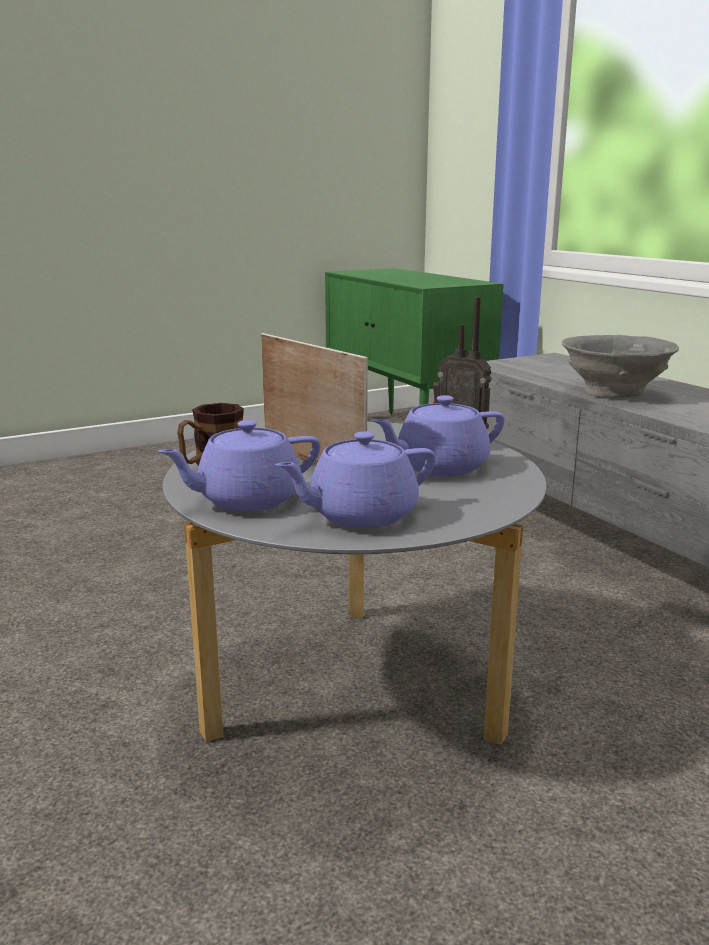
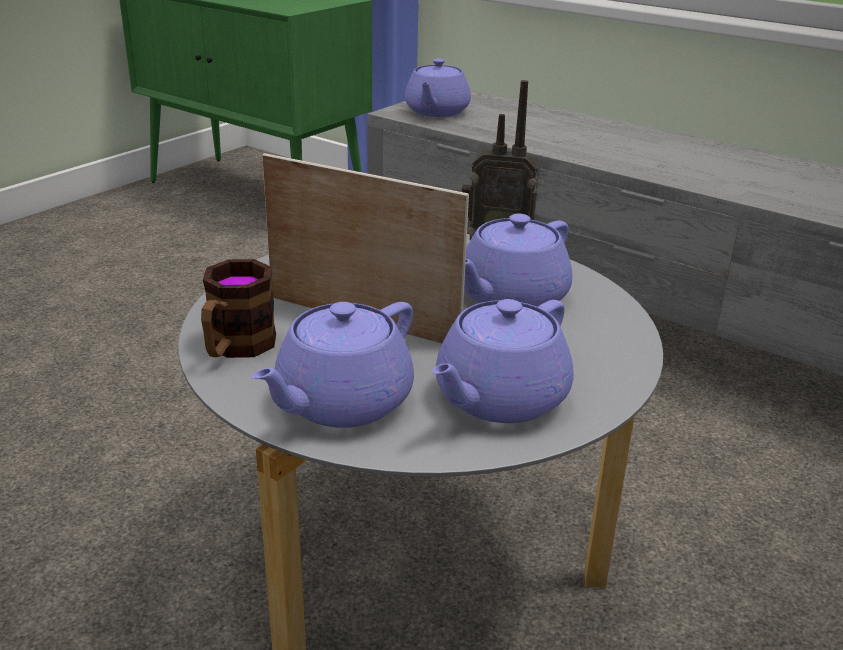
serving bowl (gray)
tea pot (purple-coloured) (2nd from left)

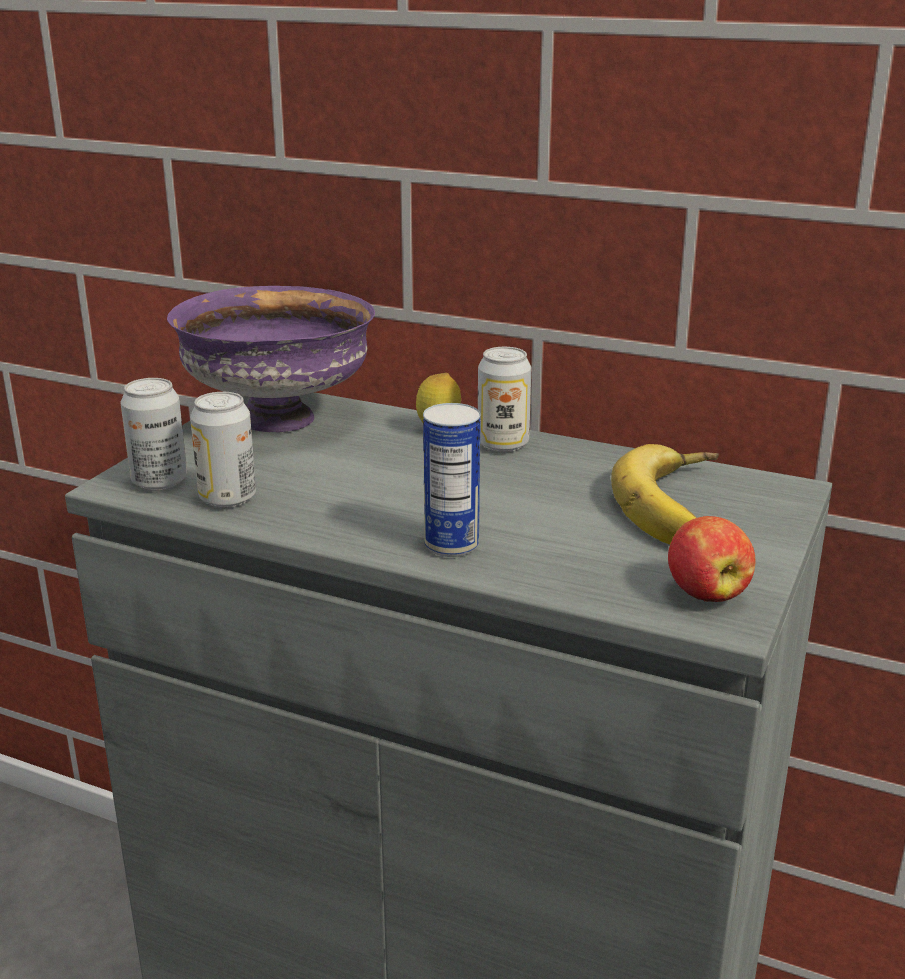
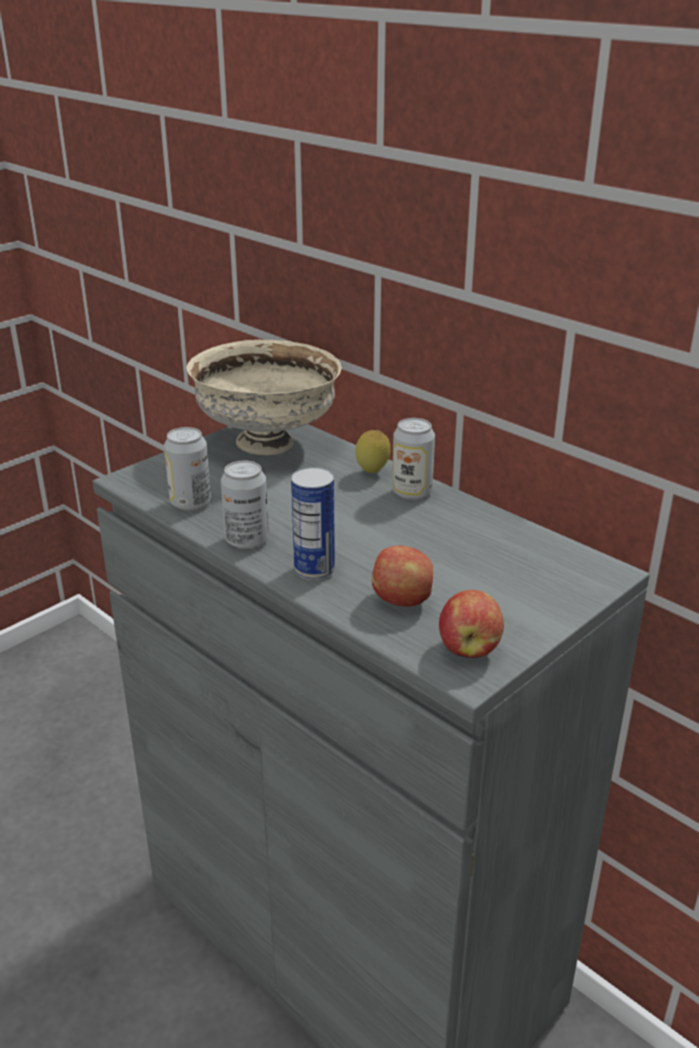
sealed can (2nd from left)
serving bowl (sand-coloured)
banana fruit
apple (1st from left)

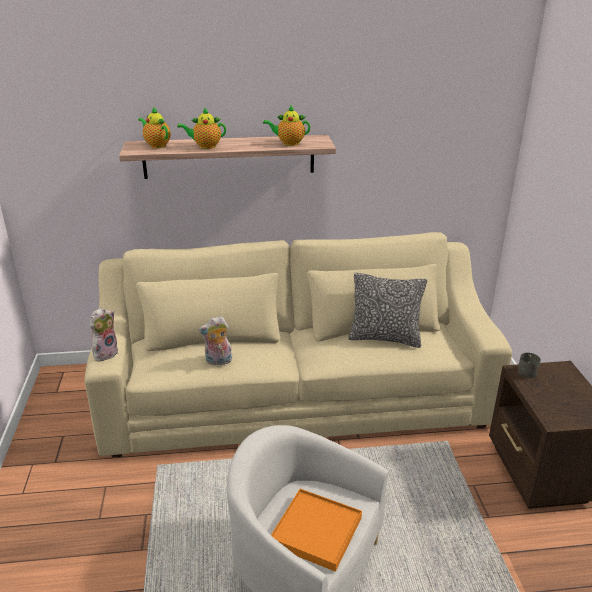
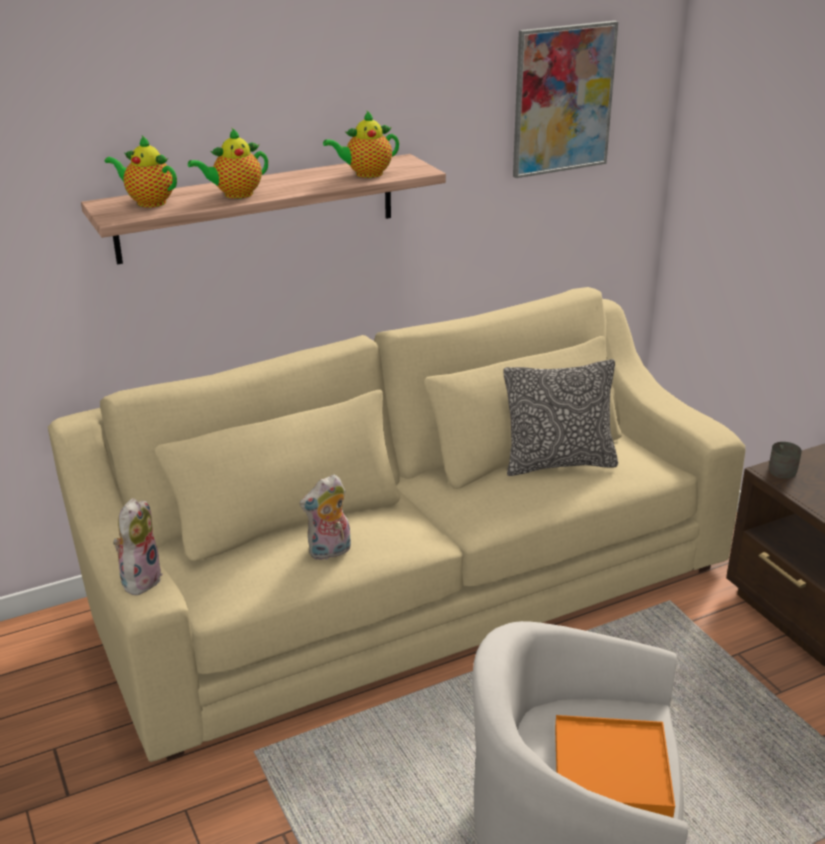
wall picture

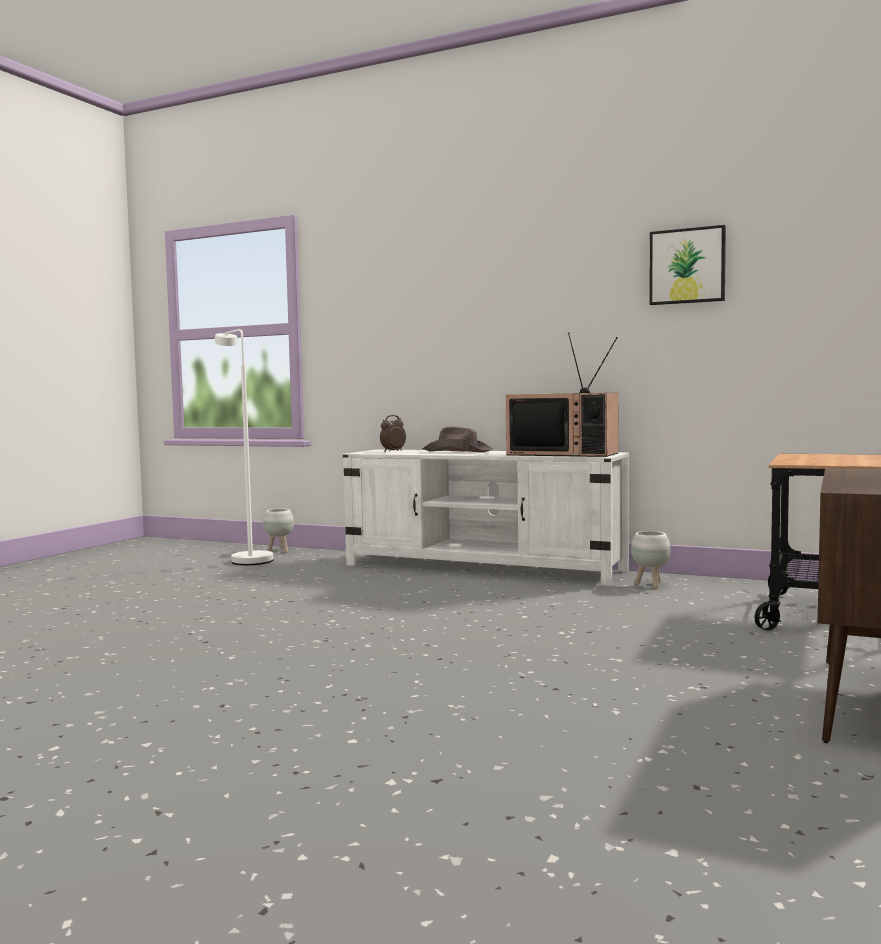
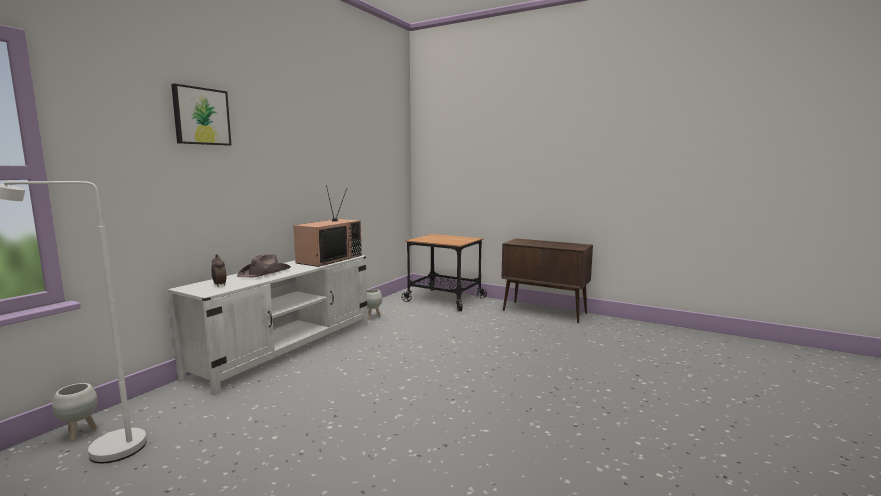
wall picture

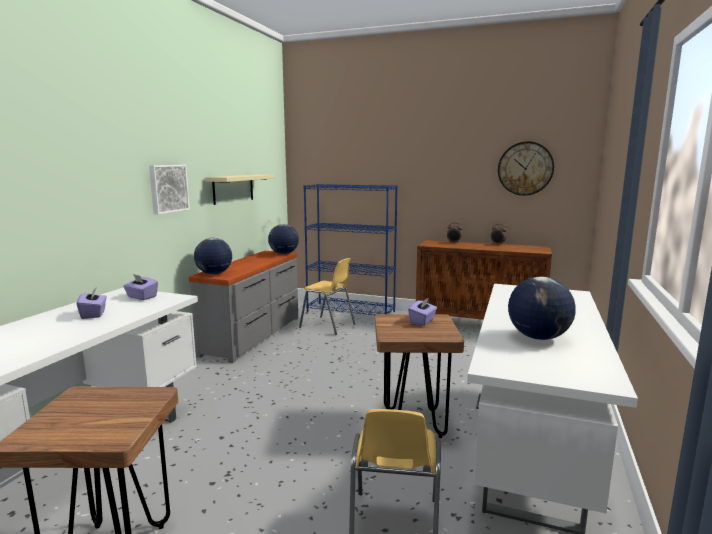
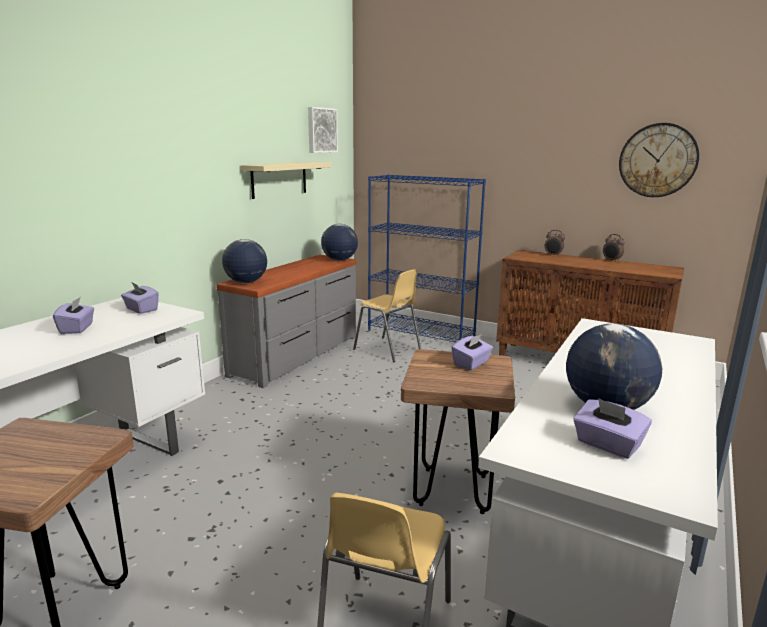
wall picture
tissue box (purple-coloured) (4th from left)

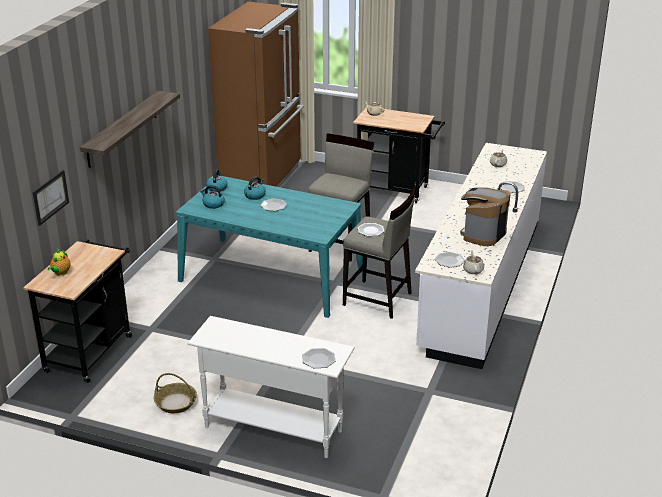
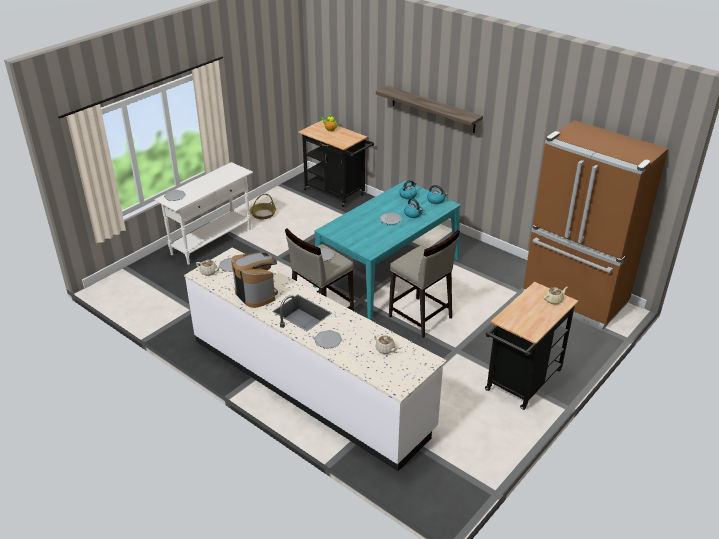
wall picture

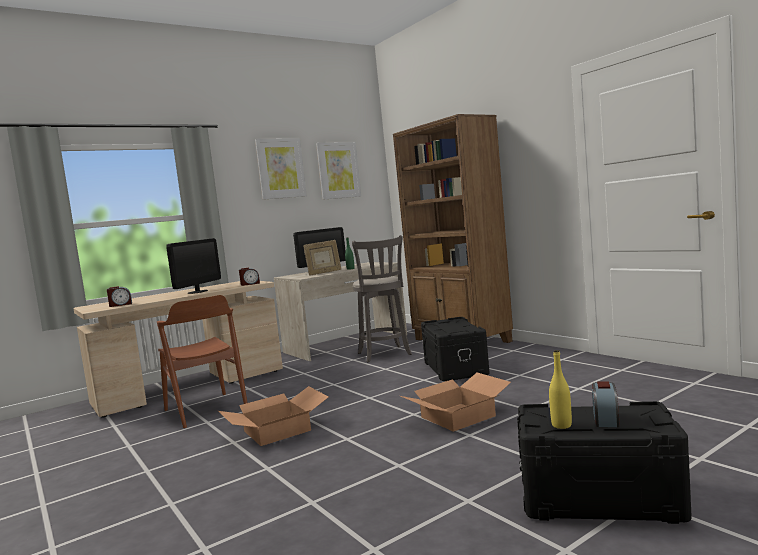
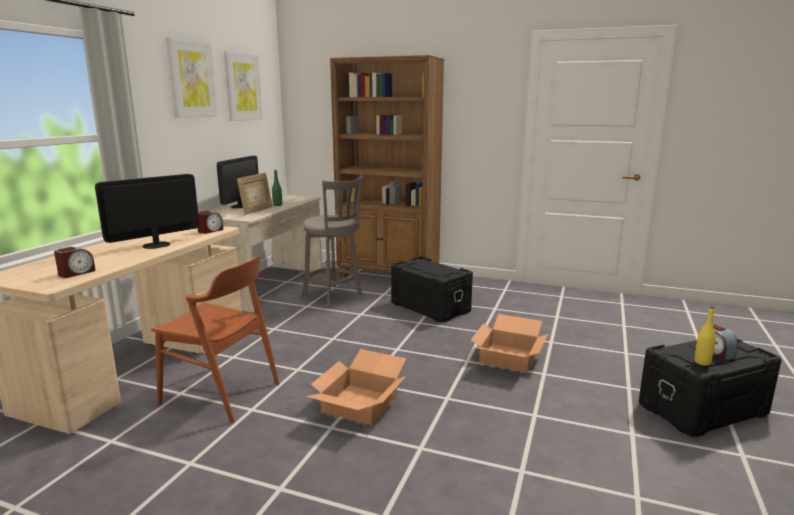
monitor (1st from left)

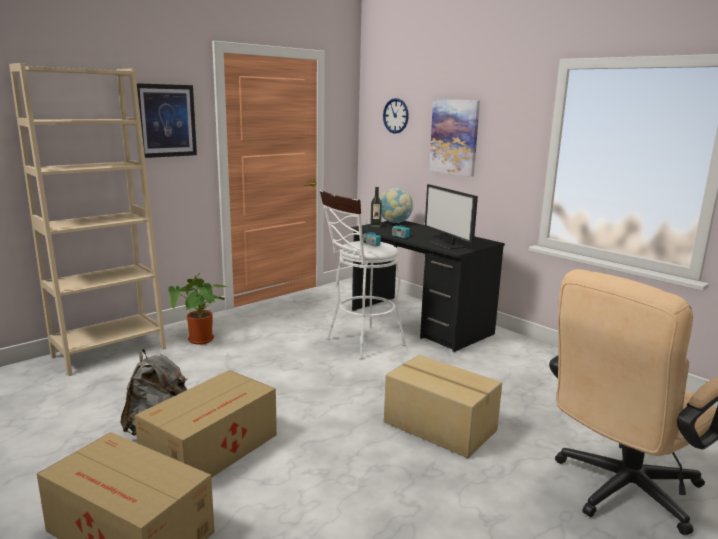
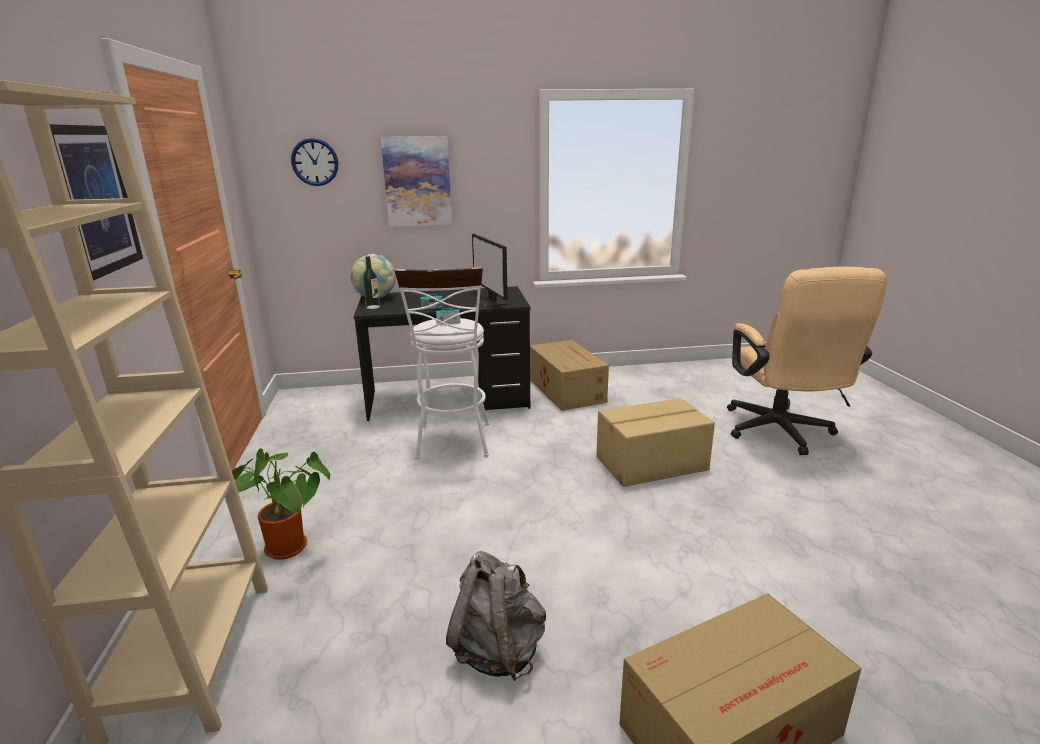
carton (1st from left)
monitor

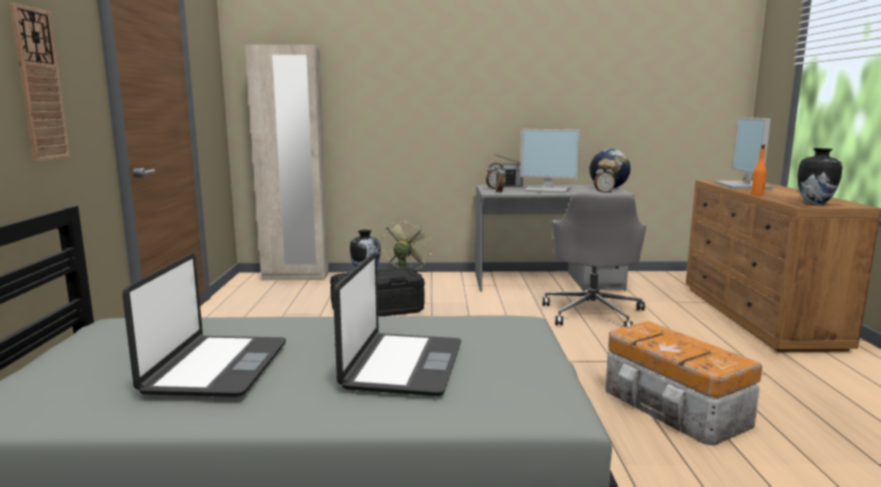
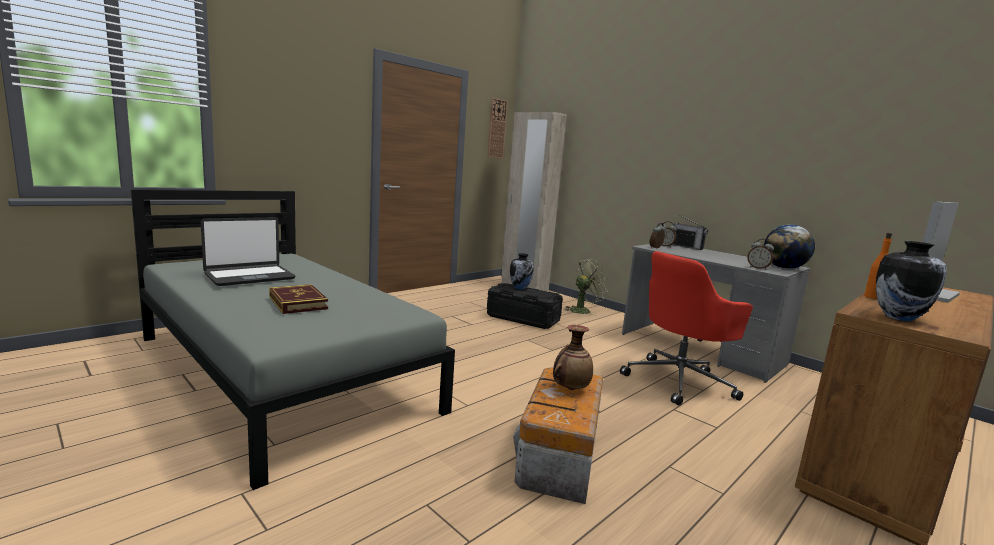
hanging clock
volume
monitor (1st from left in the first image)
desk chair (red-coloured)
decorative vase (2nd from left)

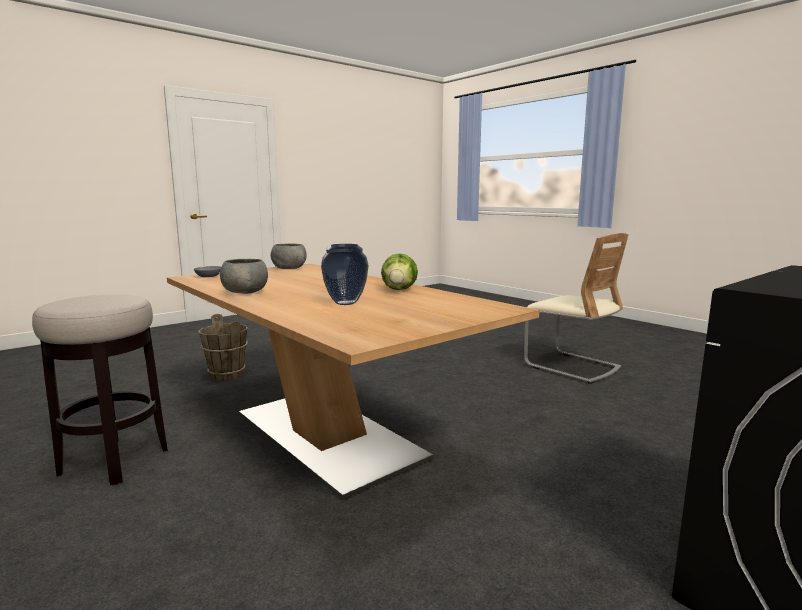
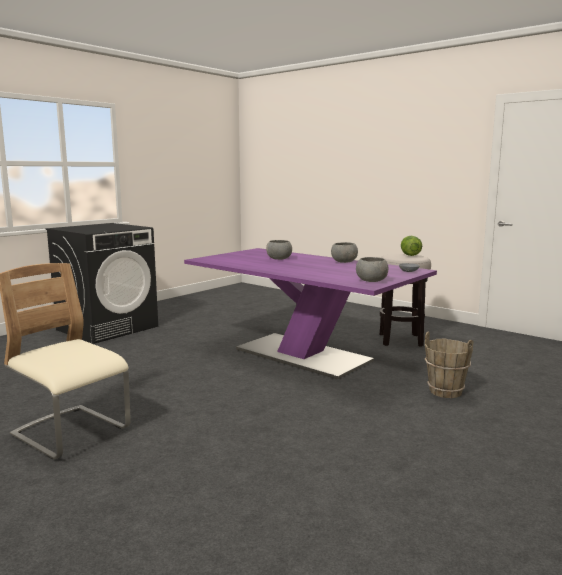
kitchen table (purple-coloured)
serving bowl (gray) (1st from left)
lettuce

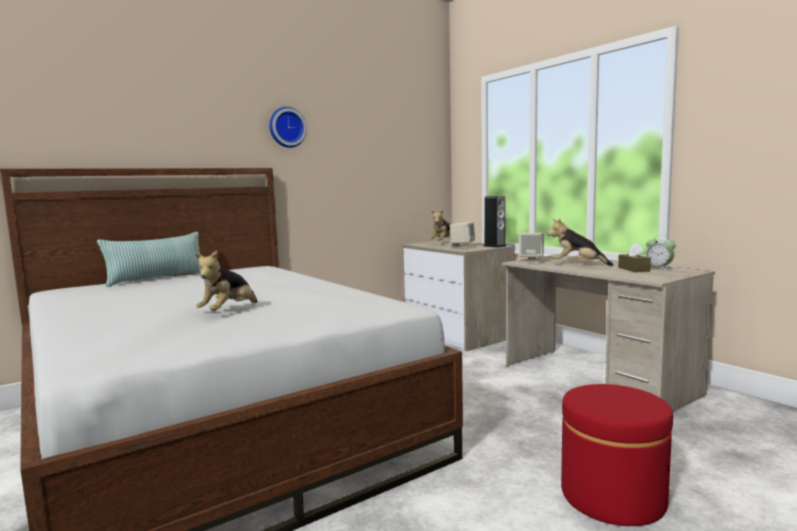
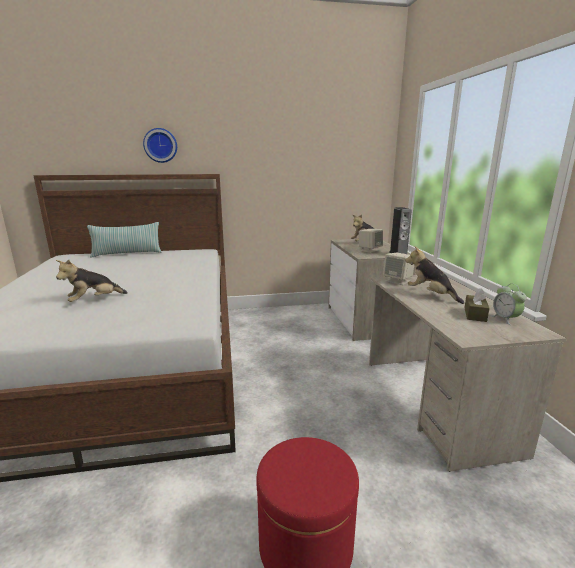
hanging clock

